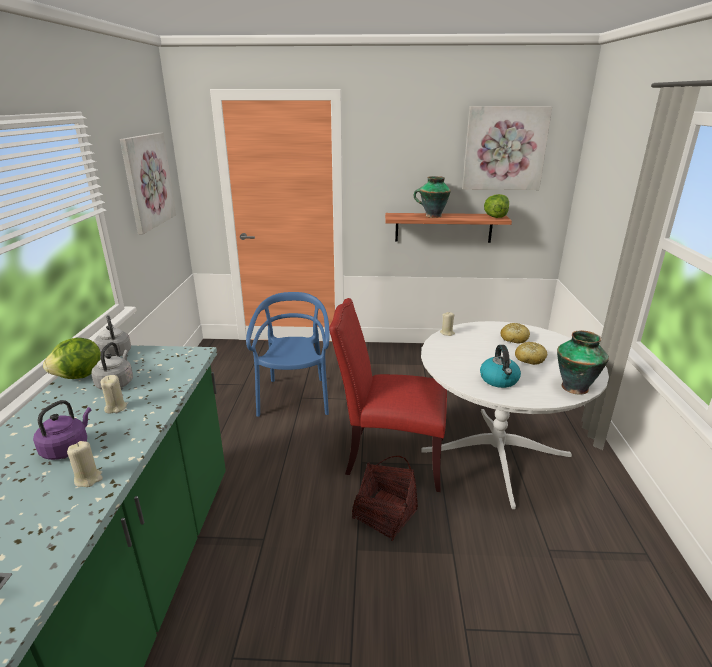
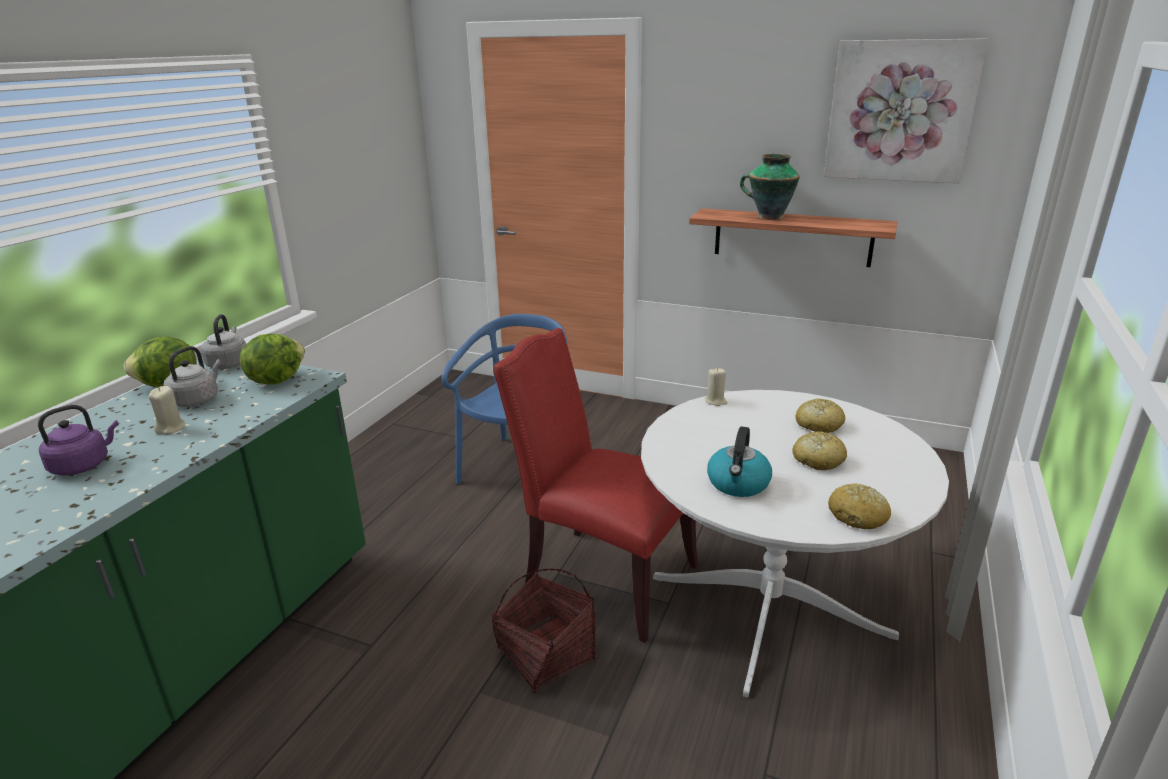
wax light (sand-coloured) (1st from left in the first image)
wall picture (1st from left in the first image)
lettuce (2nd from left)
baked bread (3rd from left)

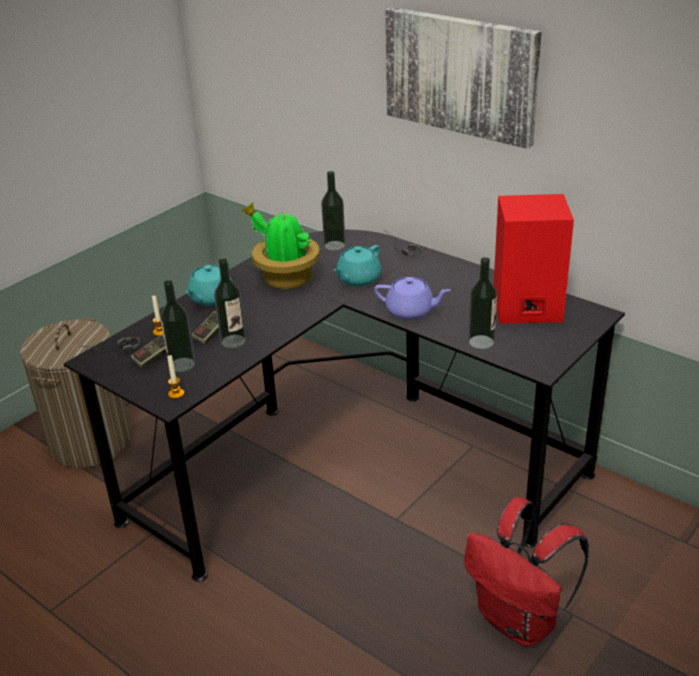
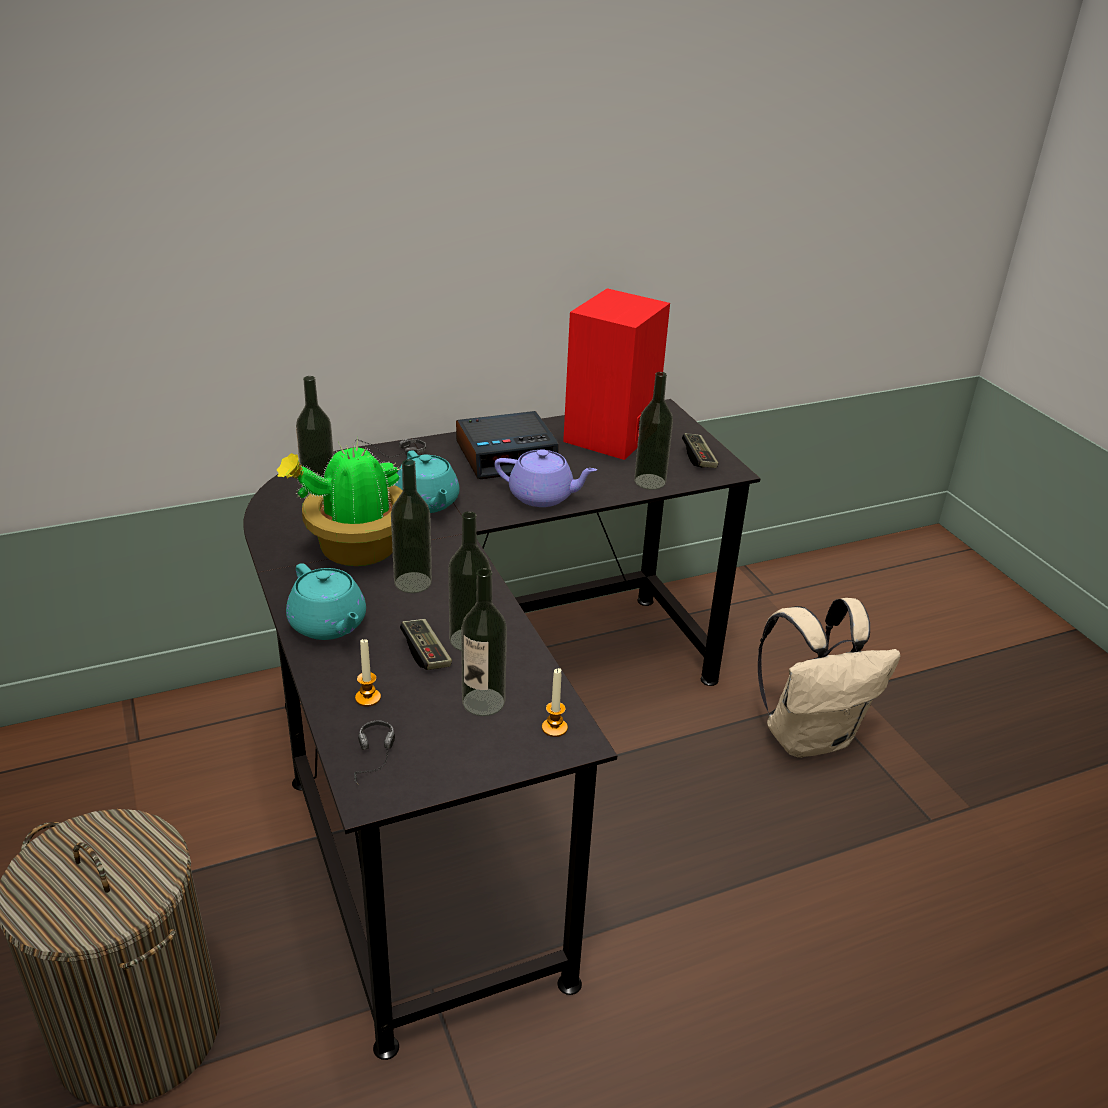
game controller (2nd from left)
tea pot (purple-coloured)
wall picture
backpack (sand-coloured)
drink bottle (2nd from left)
table clock

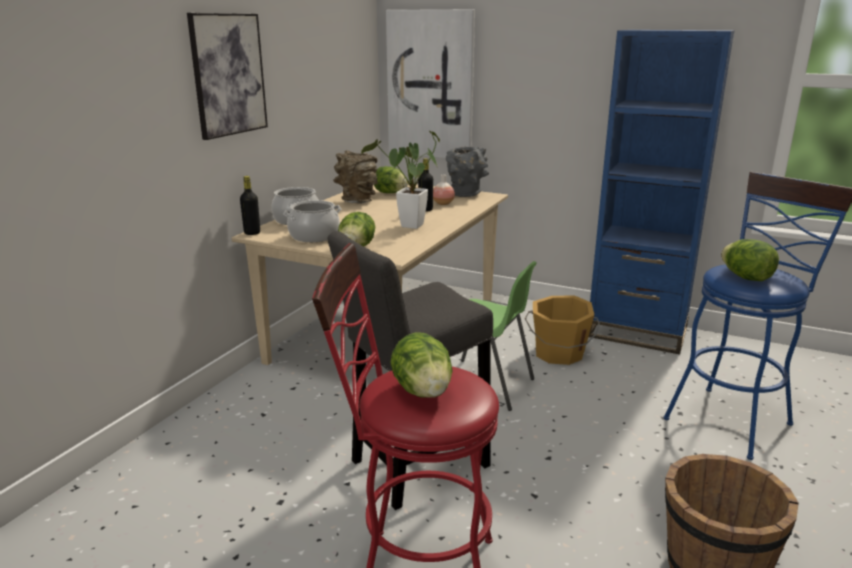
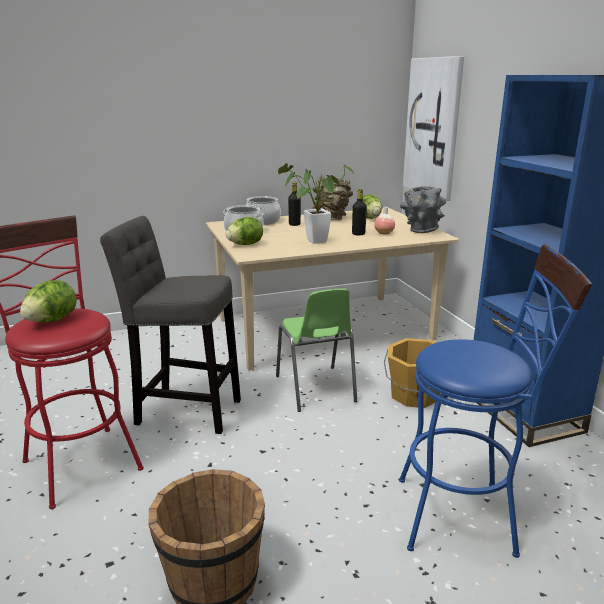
wall picture (1st from left in the first image)
drink bottle (blackish) (1st from left)
lettuce (4th from left in the first image)

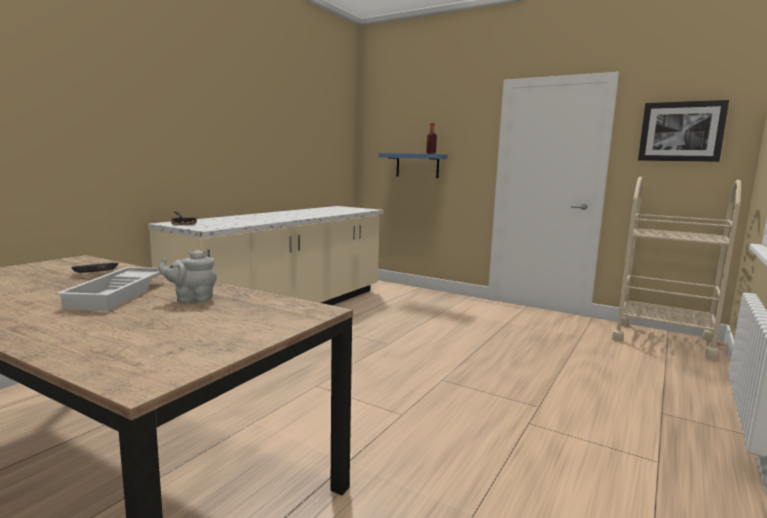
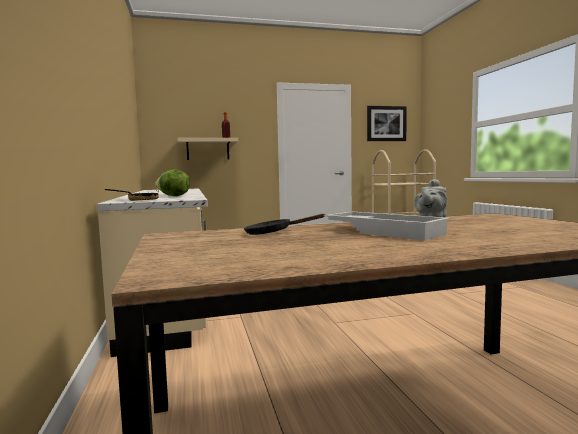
shelf (sand-coloured)
lettuce

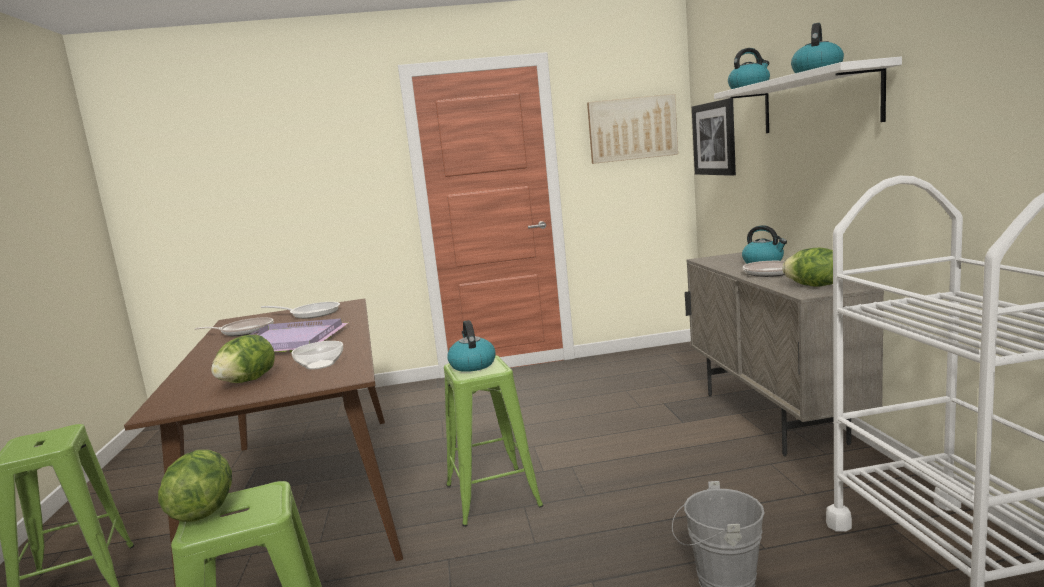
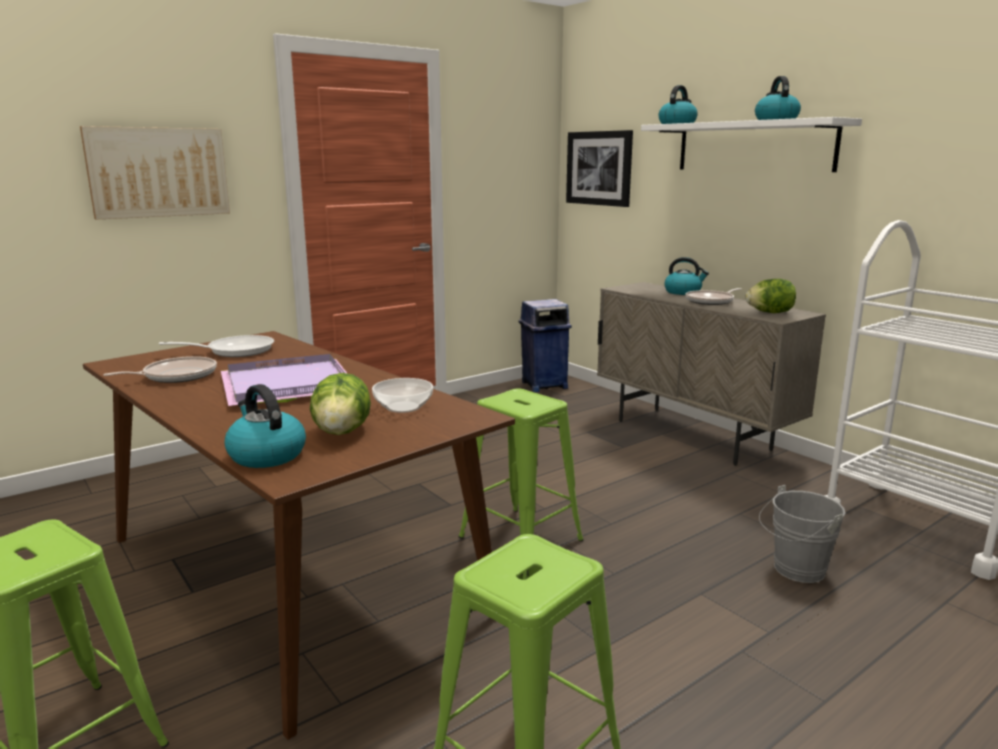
lettuce (1st from left in the first image)
water kettle (1st from left)
wall picture (1st from left)
rubbish bin (blue-coloured)

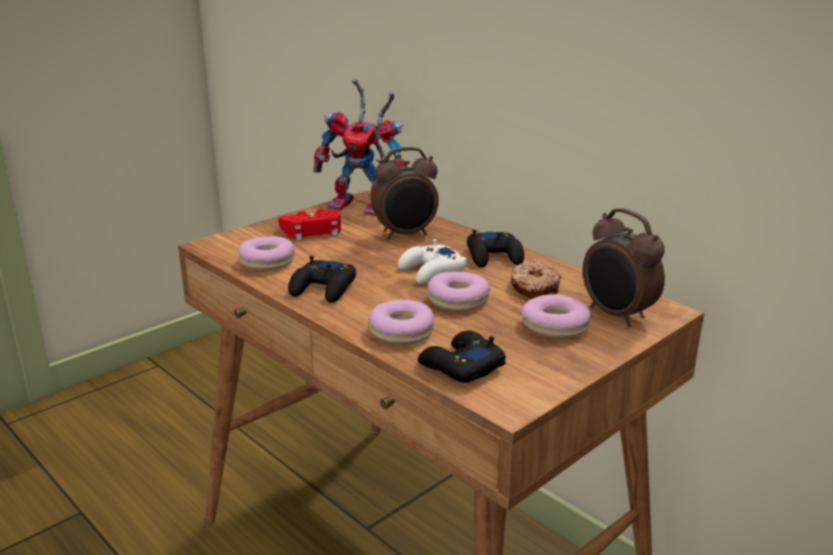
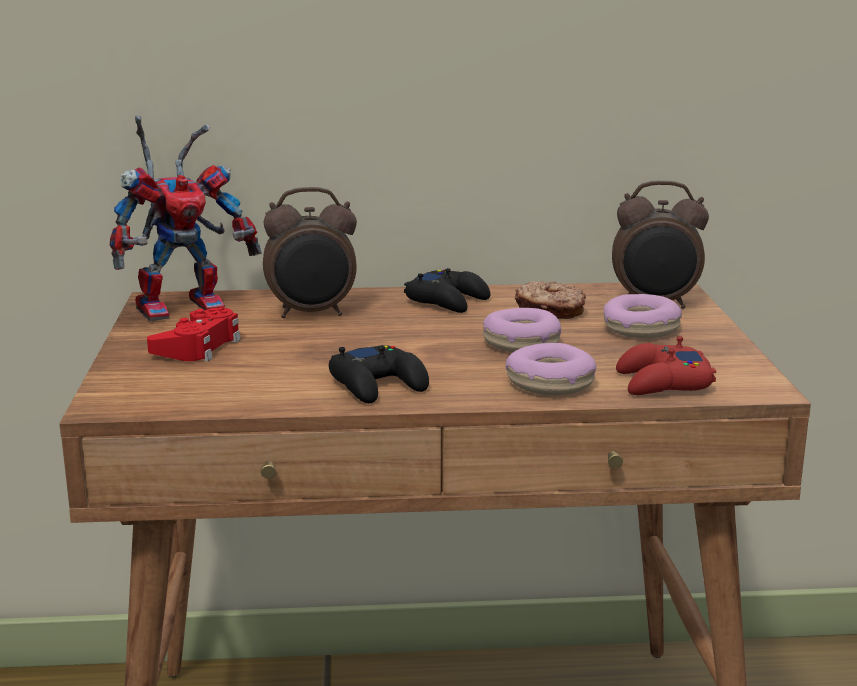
doughnut (1st from left in the first image)
table clock (1st from left)
game controller (white)
game controller (red-coloured) (2nd from left)

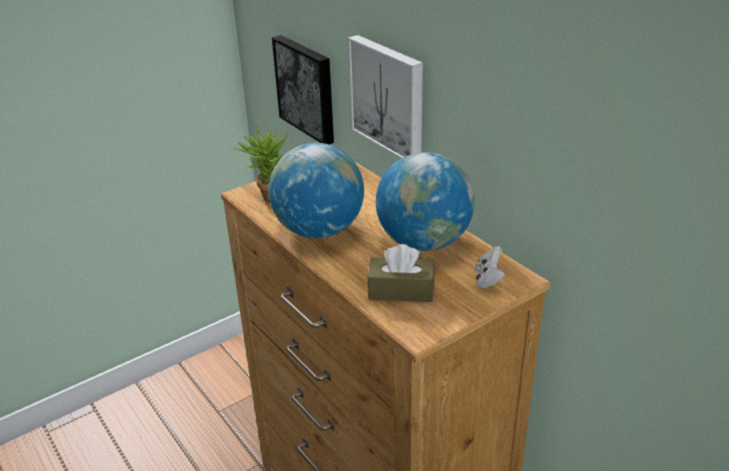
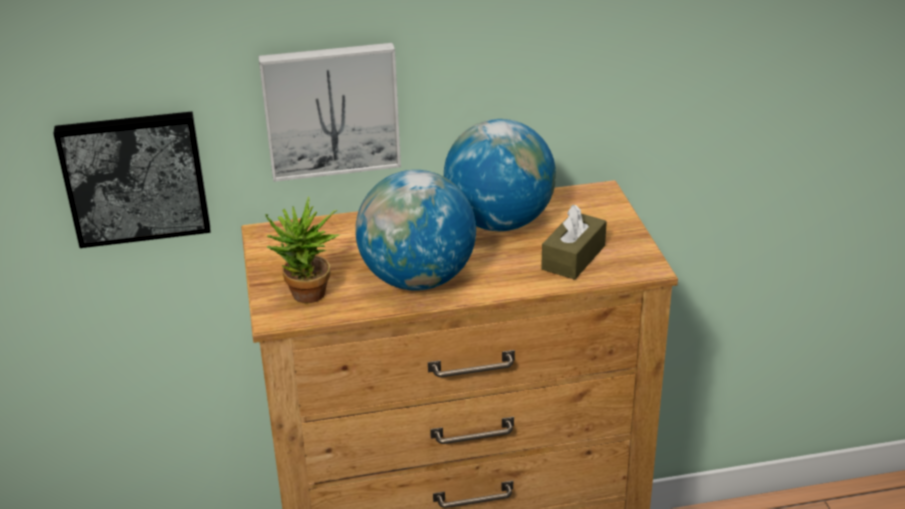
game controller (white)

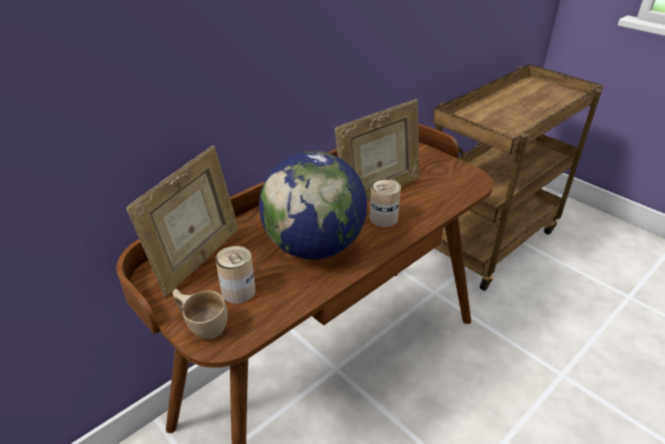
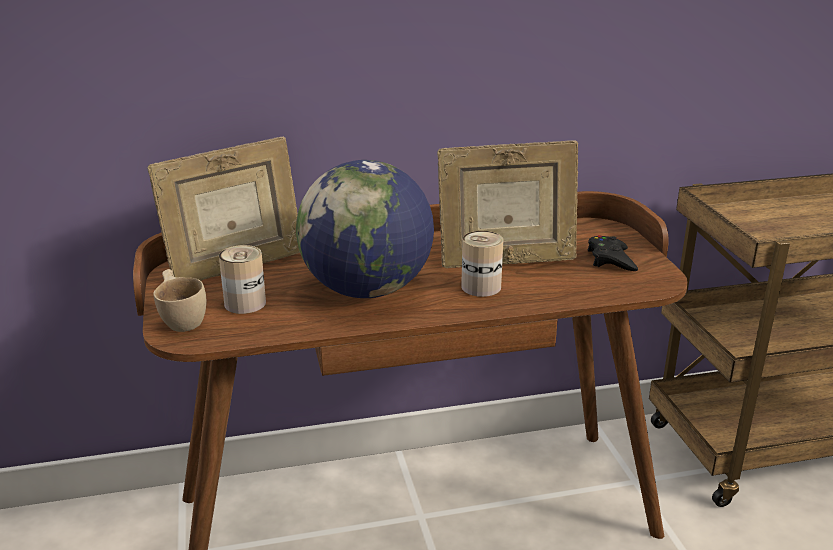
game controller (blackish)

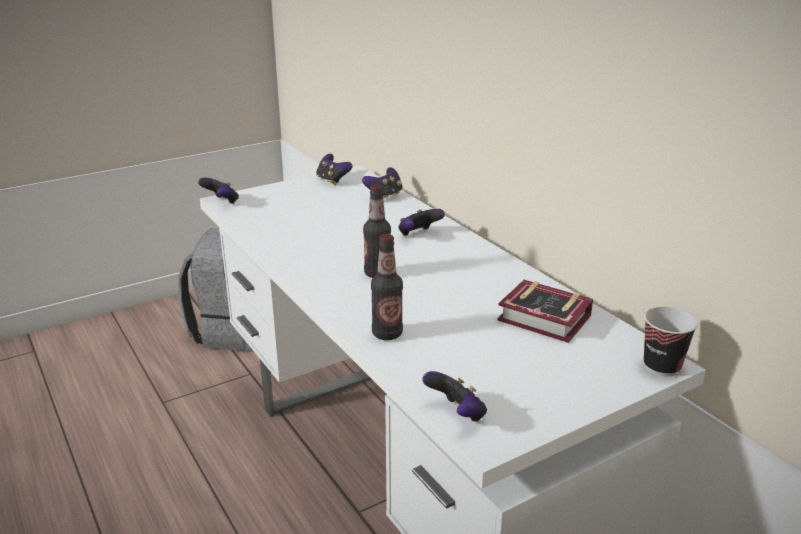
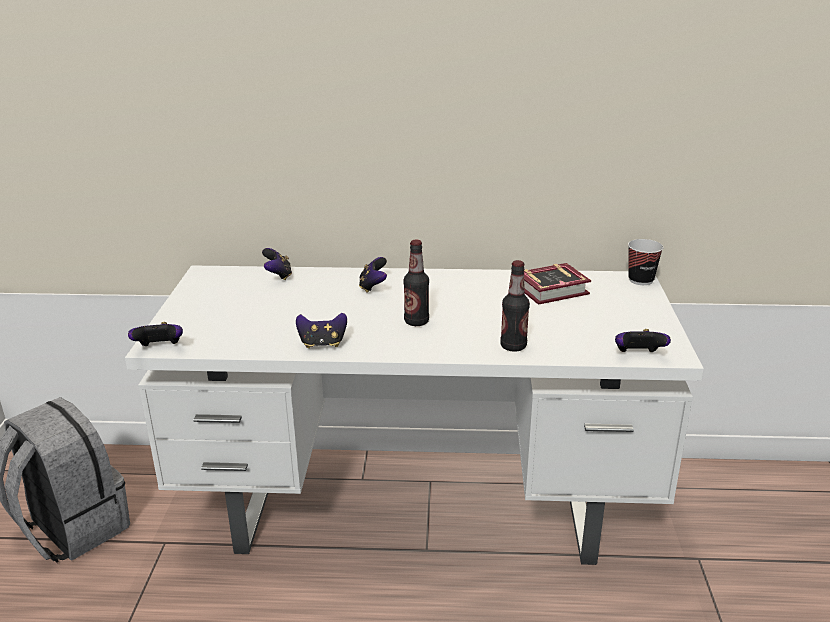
game controller (3rd from left)

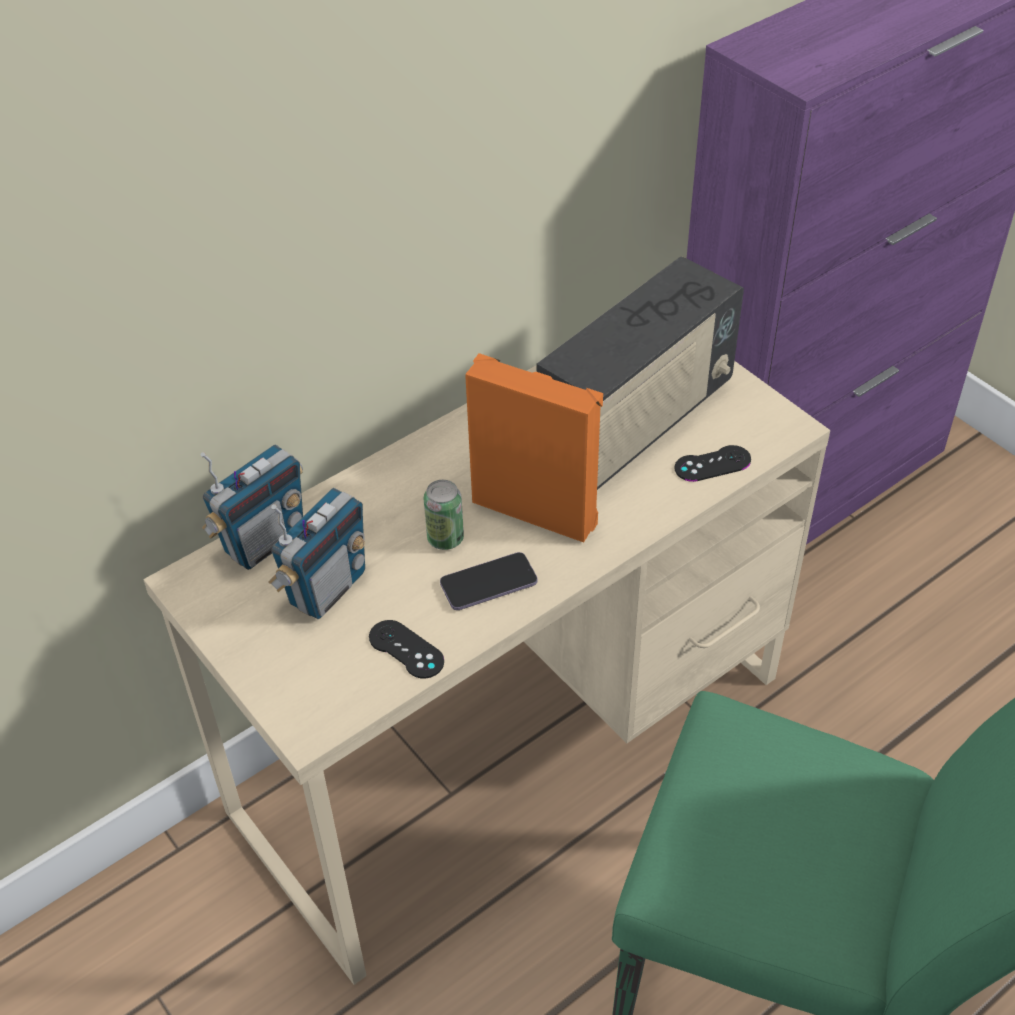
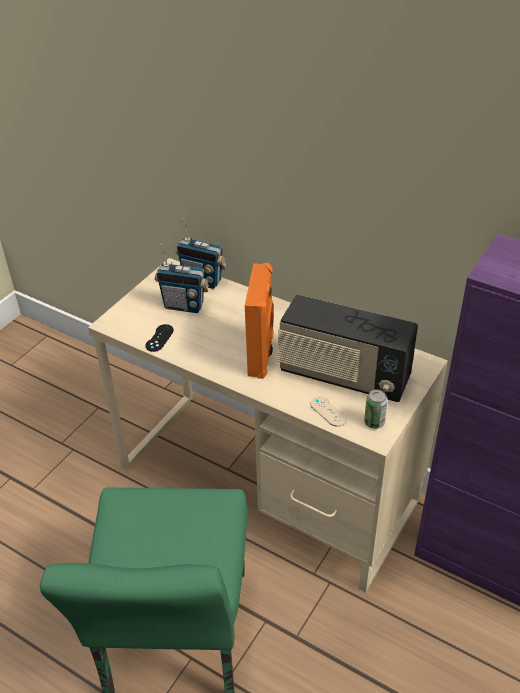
sealed can
handset
game controller (sand-coloured)

